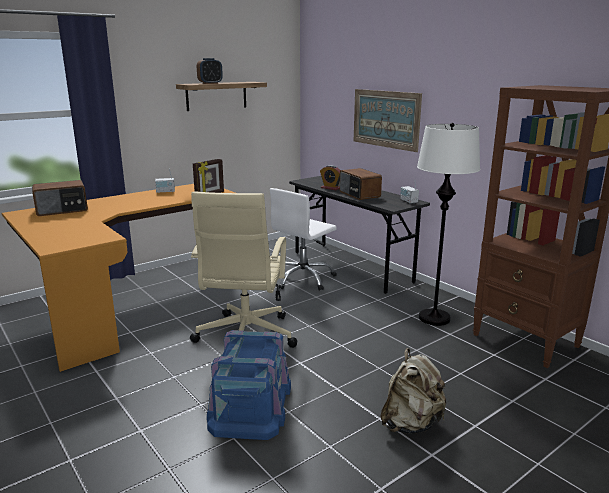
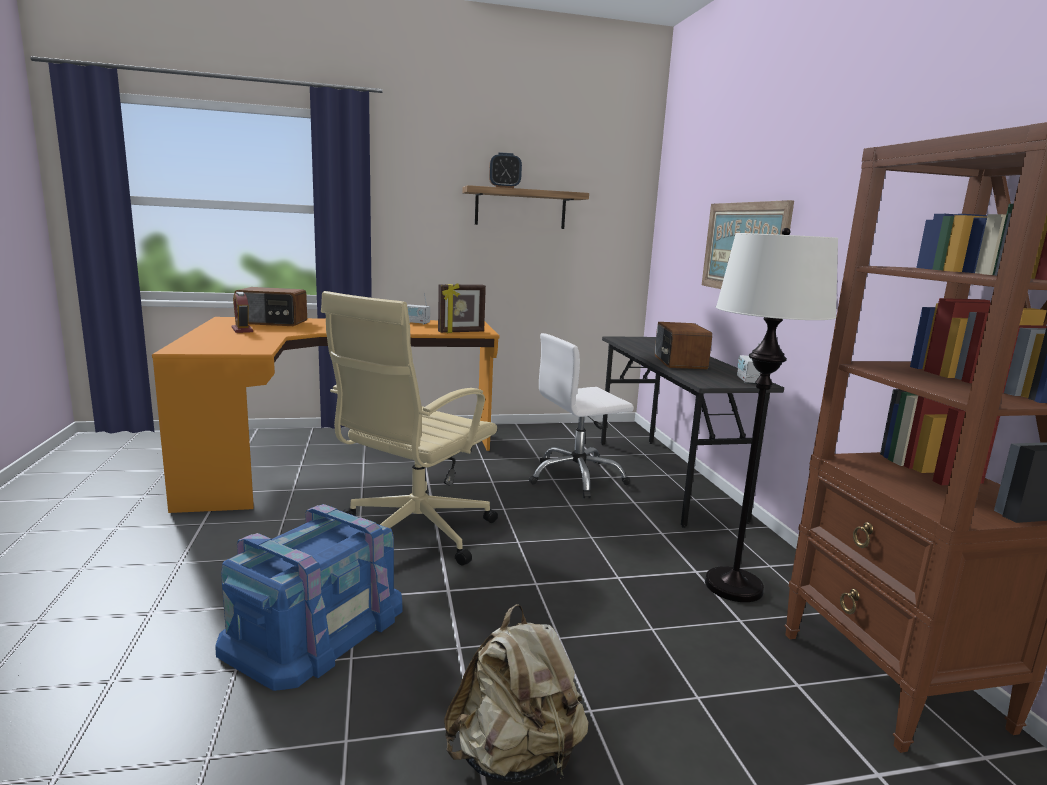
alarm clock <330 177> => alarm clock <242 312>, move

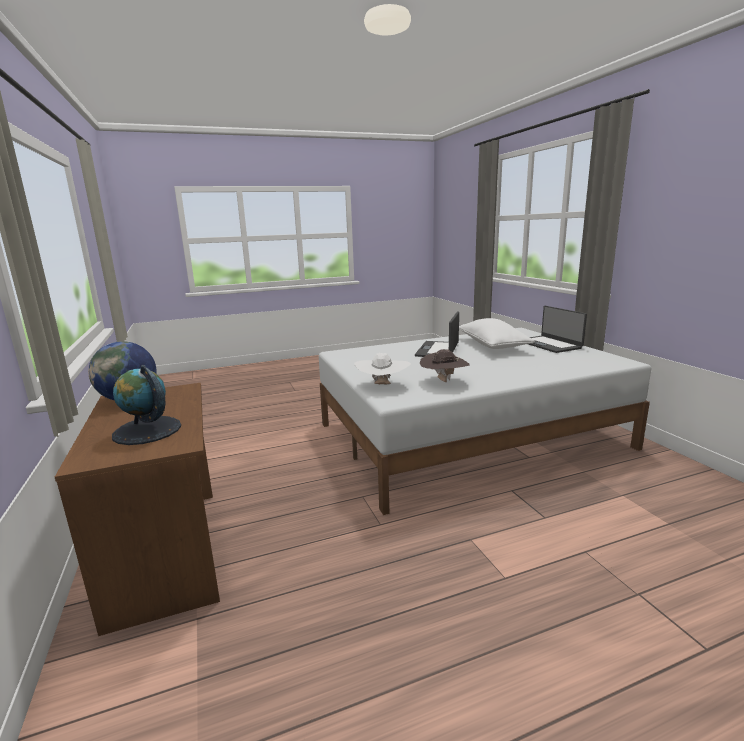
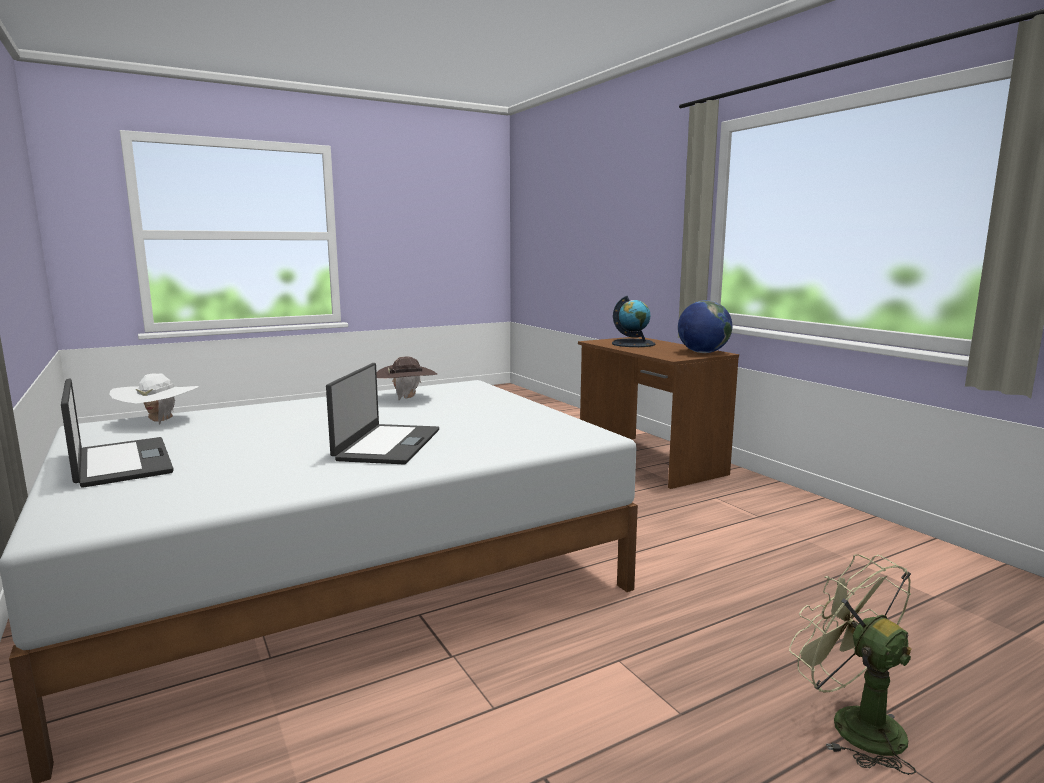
hat (white) <382 369> => hat (white) <154 399>, move
nothing => fan (green) <852 664>
pillow (white) <497 333> => nothing

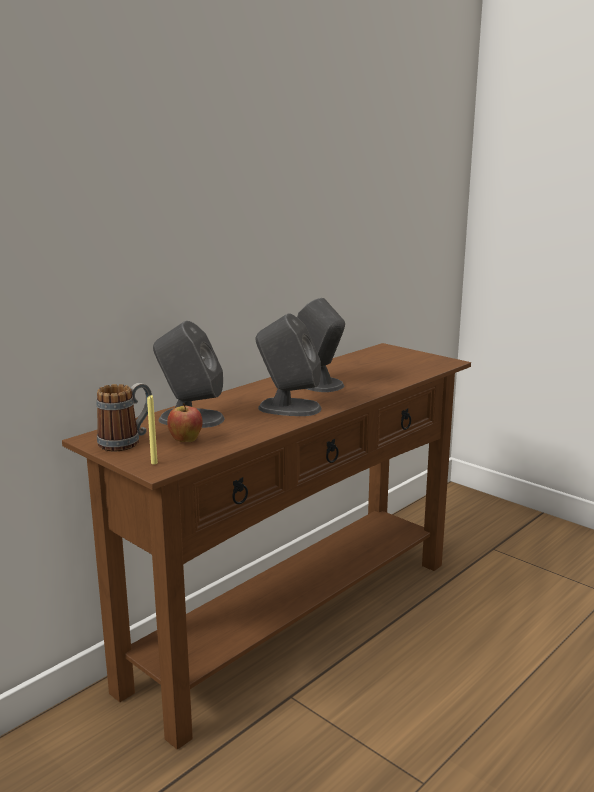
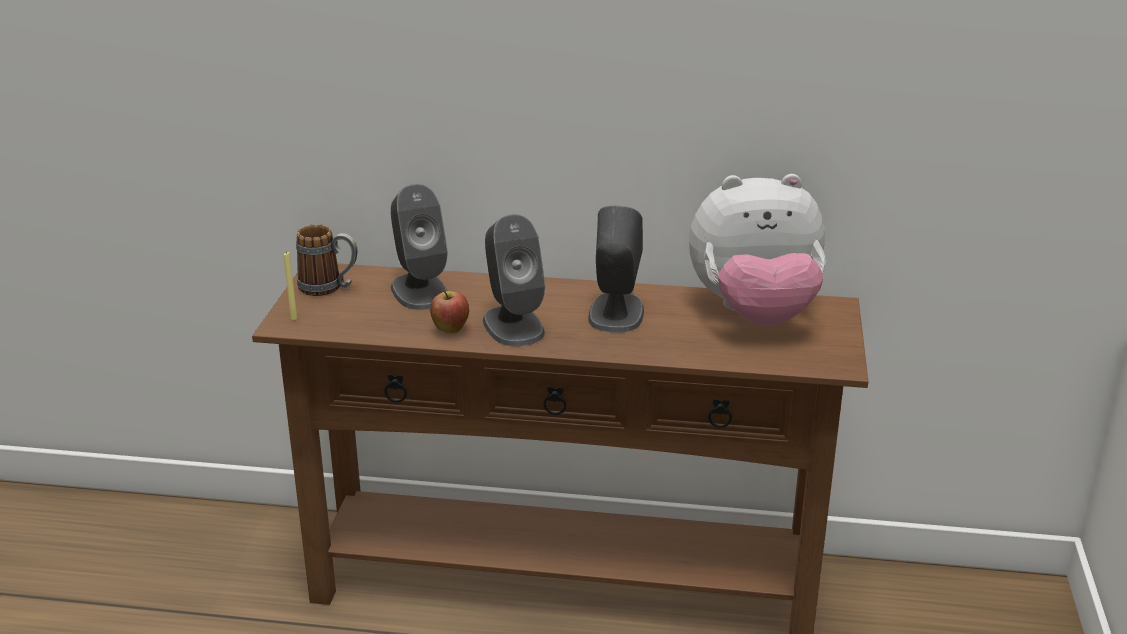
apple <184 422> => apple <449 312>, move
nothing => plush toy <757 250>

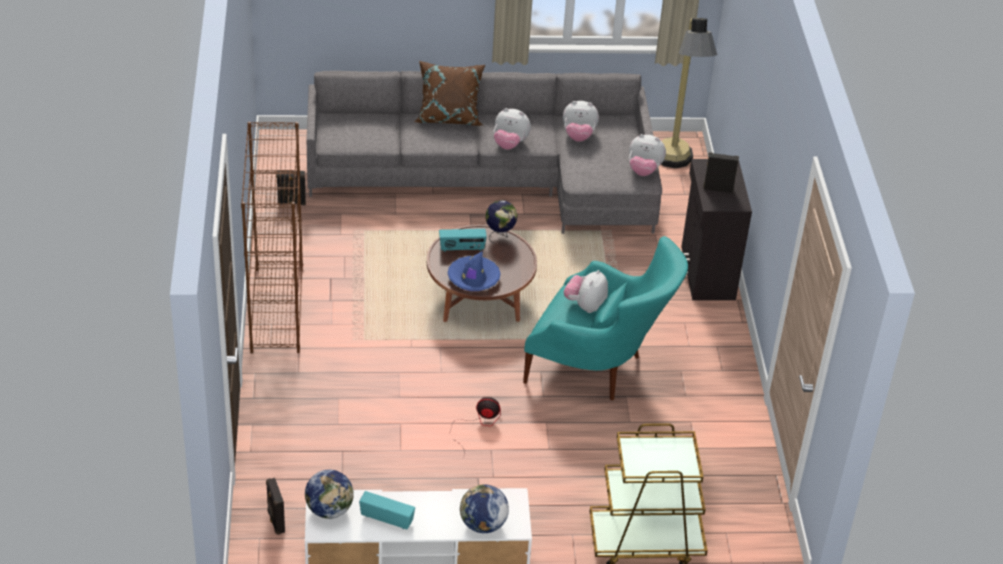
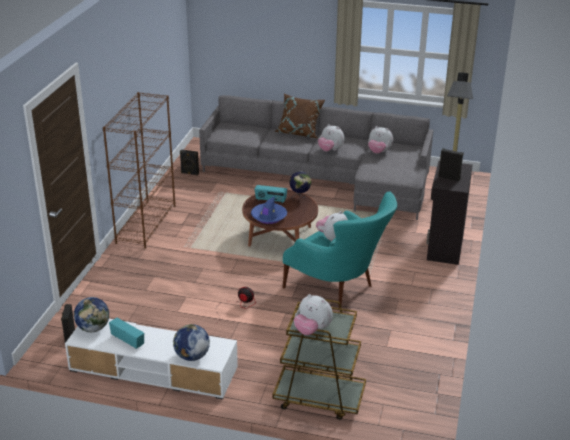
plush toy <647 155> => plush toy <313 314>, move

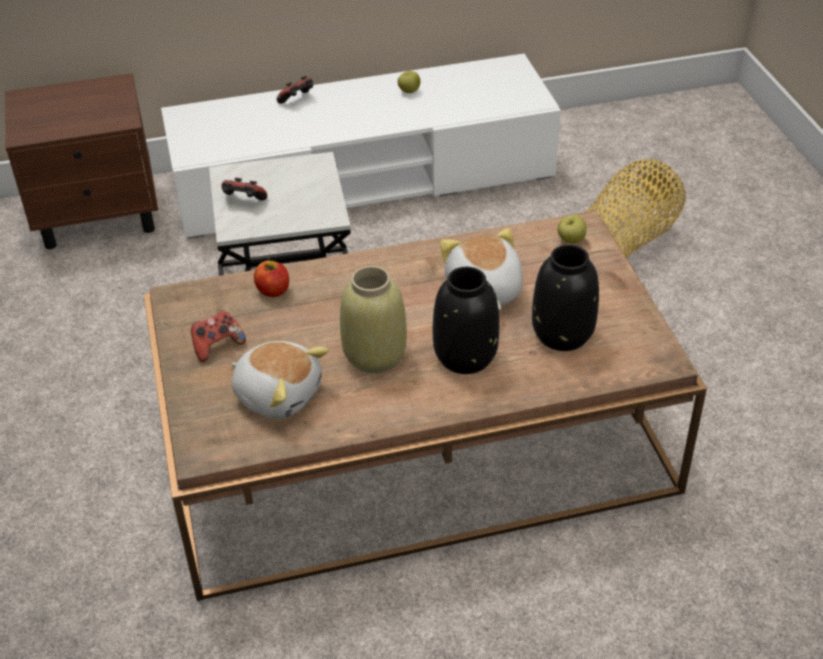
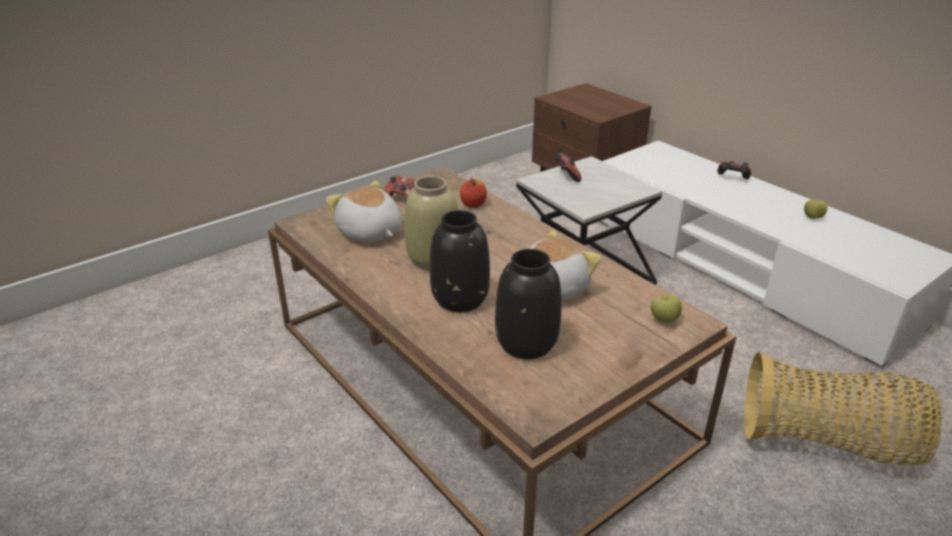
plush toy <280 380> => plush toy <364 211>, 135 degrees clockwise

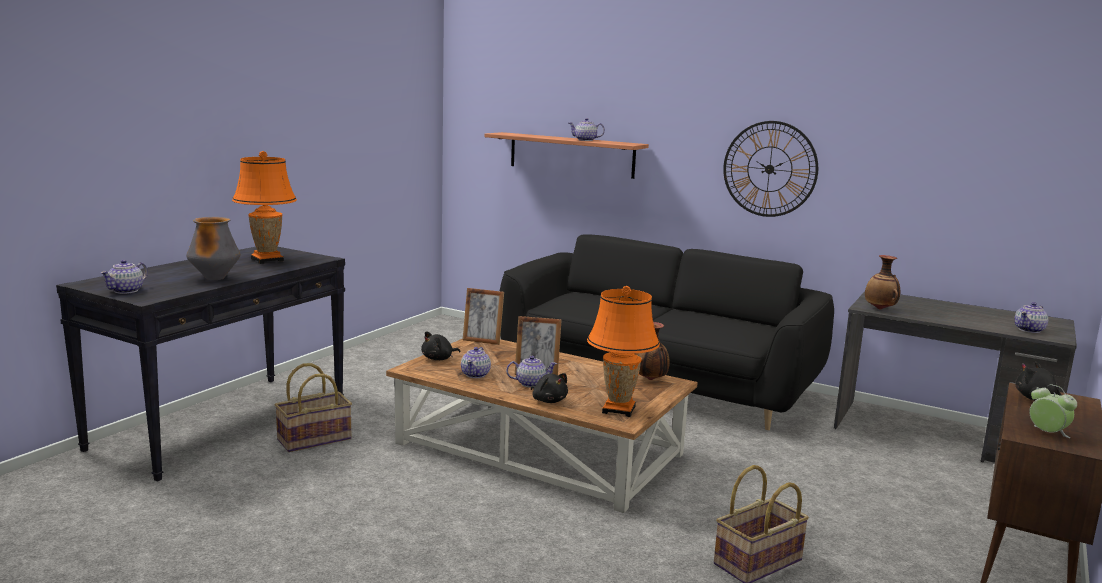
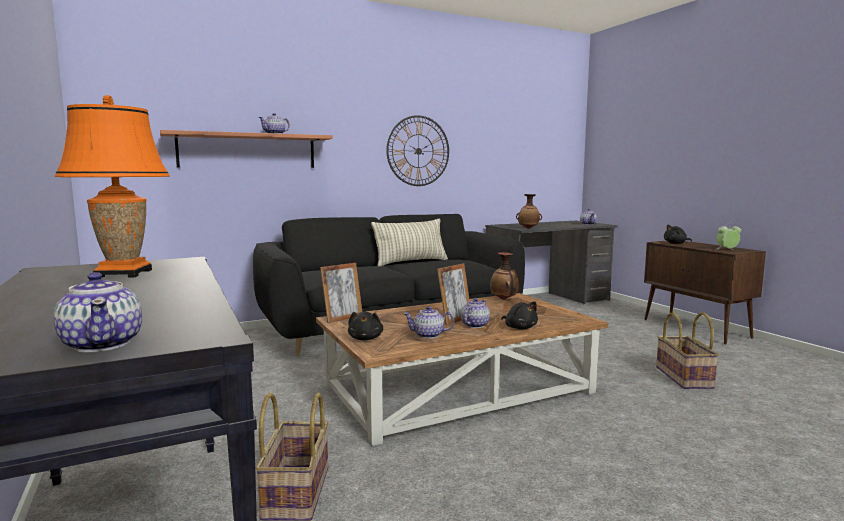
nothing => pillow <409 243>
teapot <476 362> => teapot <428 322>, 135 degrees clockwise
plush toy (black) <549 388> => plush toy (black) <519 315>, 60 degrees clockwise
vase <213 248> => nothing
table lamp (orange) <623 351> => nothing

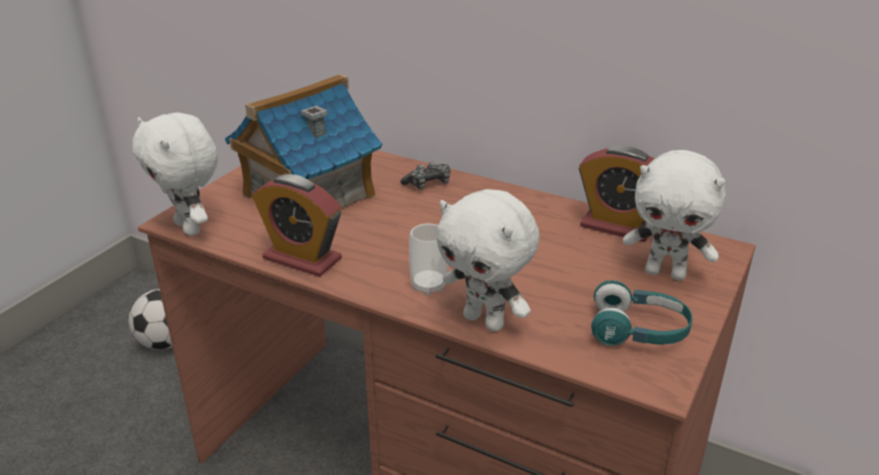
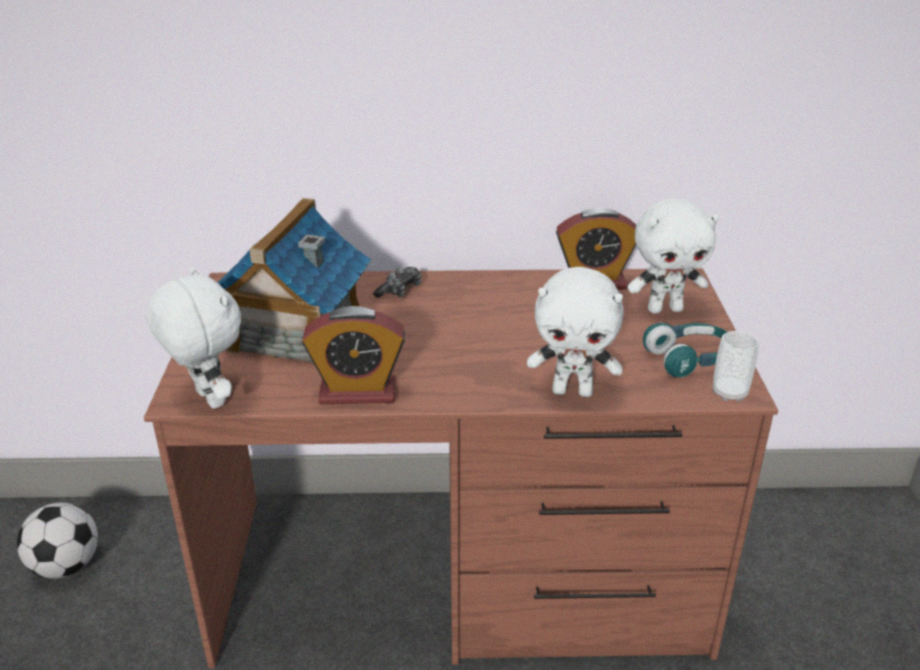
plush toy (white) <175 174> => plush toy (white) <193 338>, 150 degrees counterclockwise
cup <428 259> => cup <736 366>, move

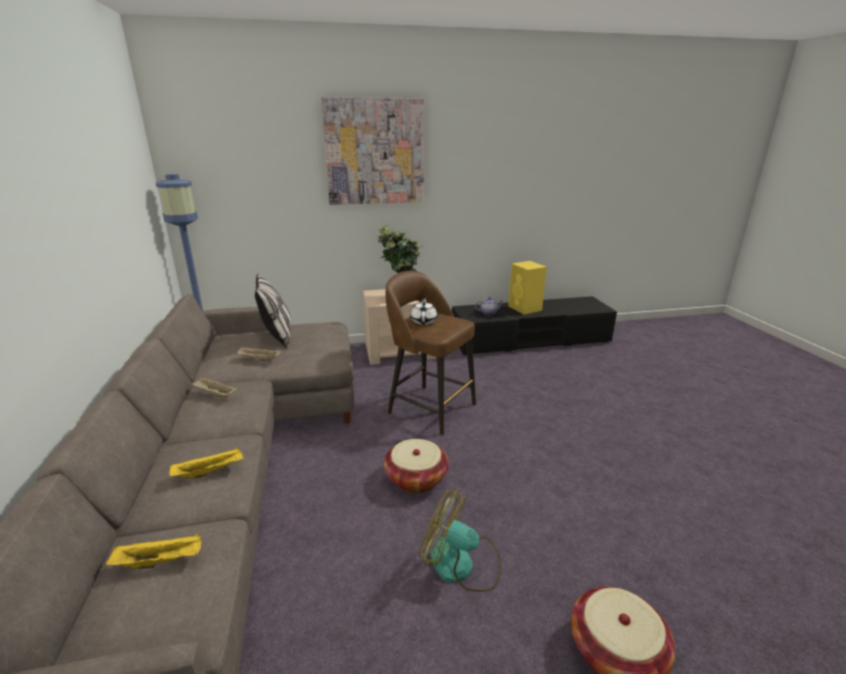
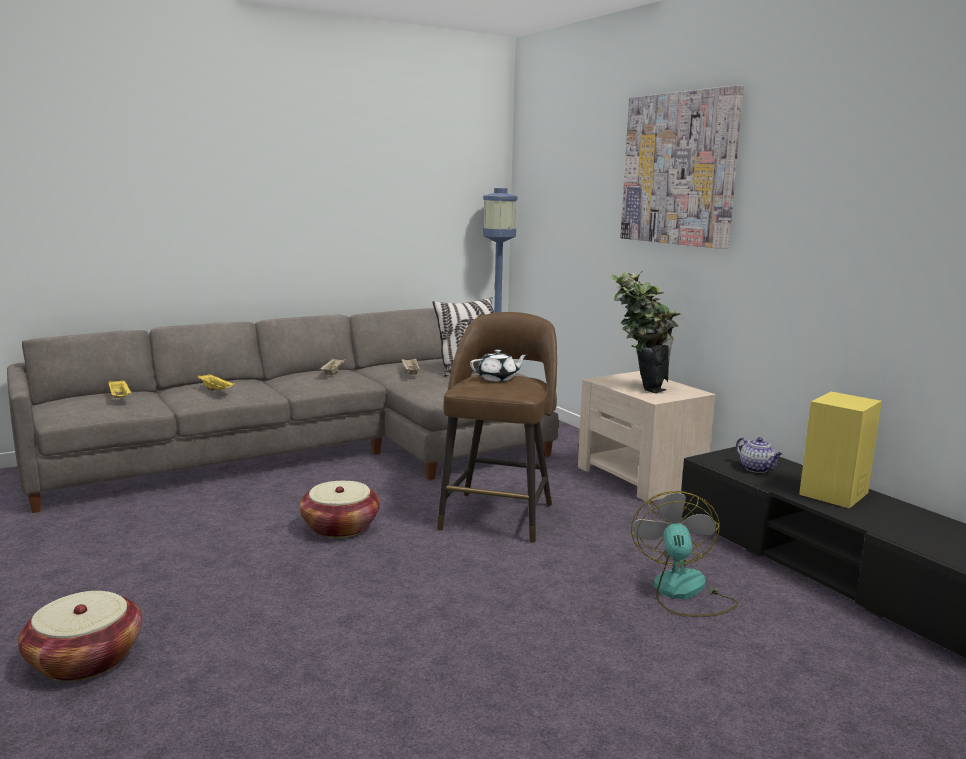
fan <460 540> => fan <684 554>, move

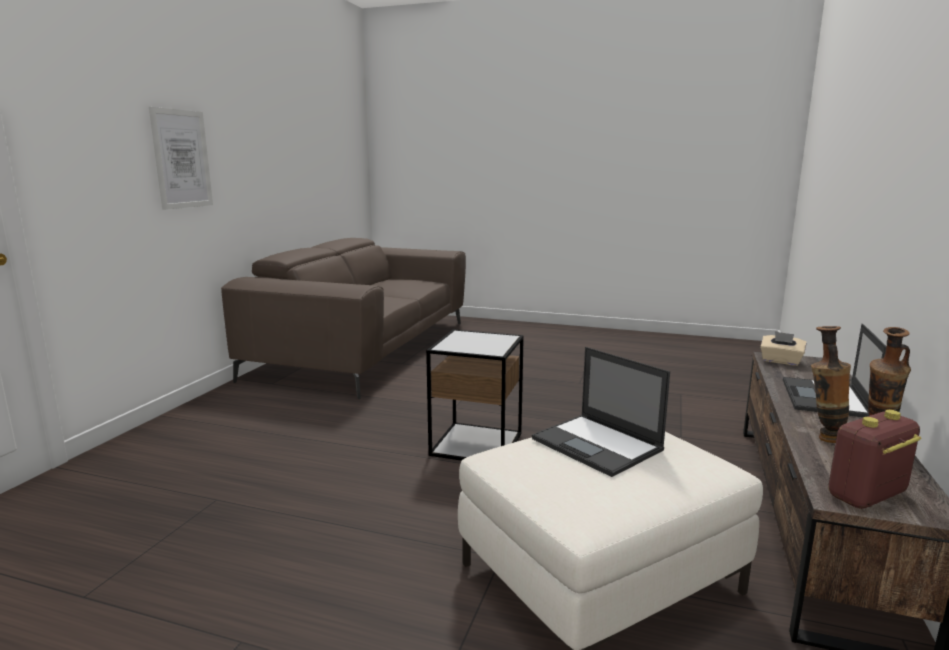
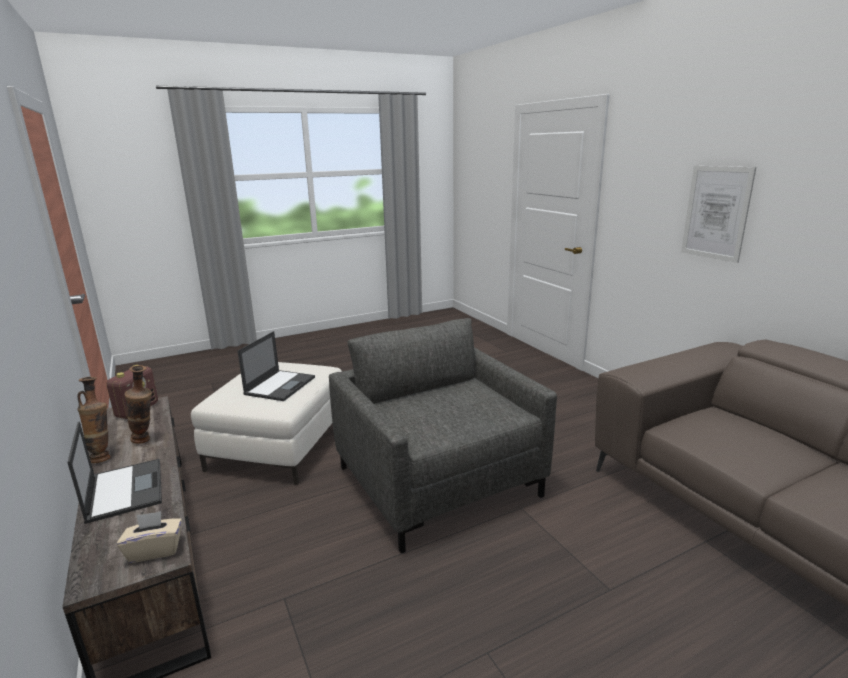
laptop <601 412> => laptop <276 366>, 105 degrees clockwise
side table <475 395> => armchair (grey) <443 435>

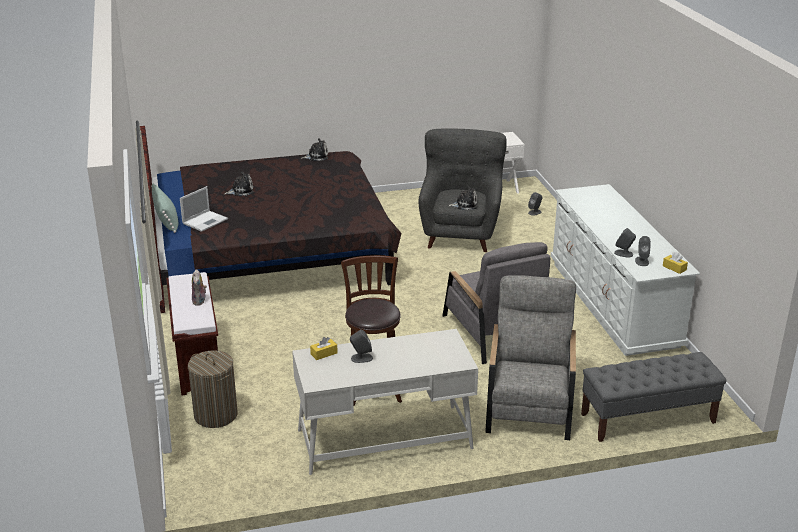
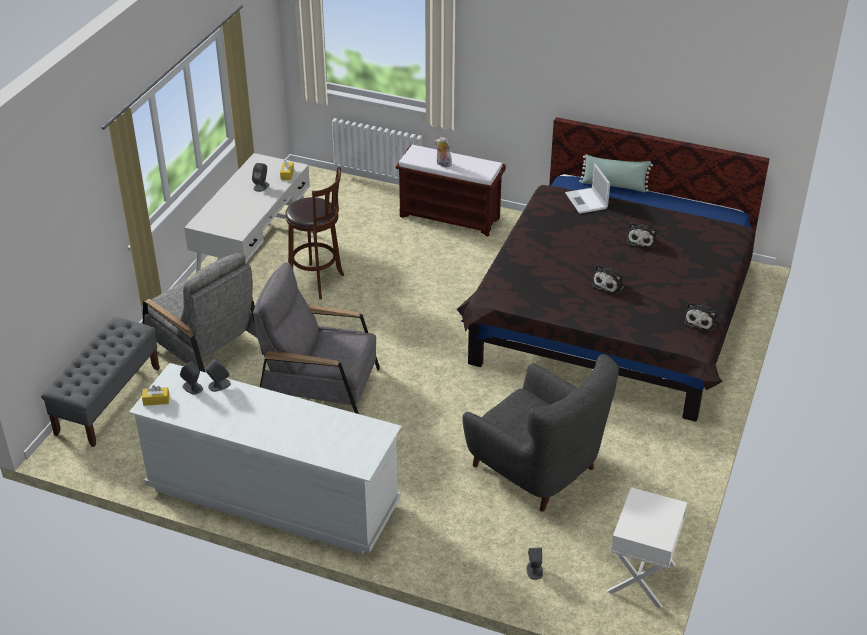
plush toy <462 198> => plush toy <608 279>, move
laundry basket <213 389> => nothing

